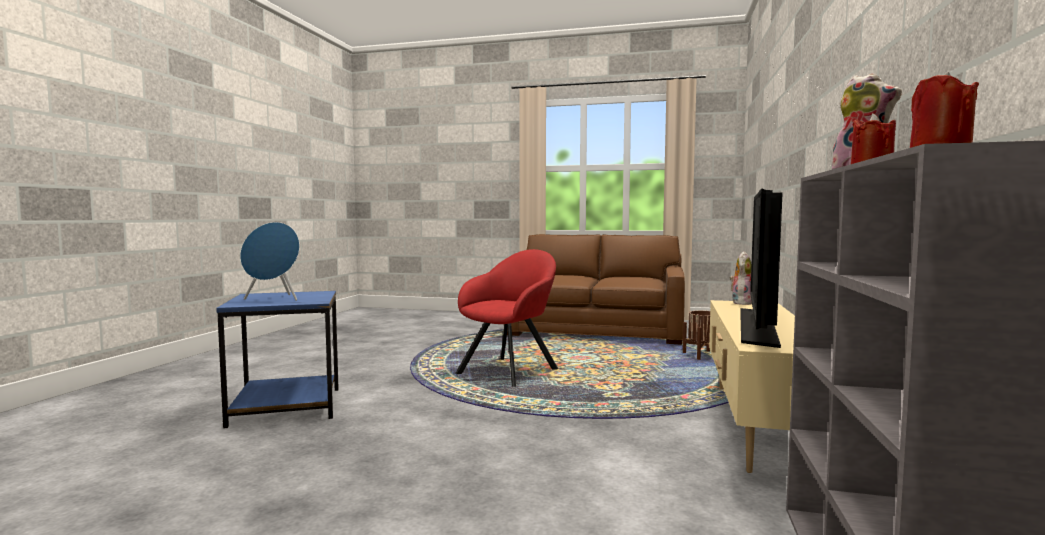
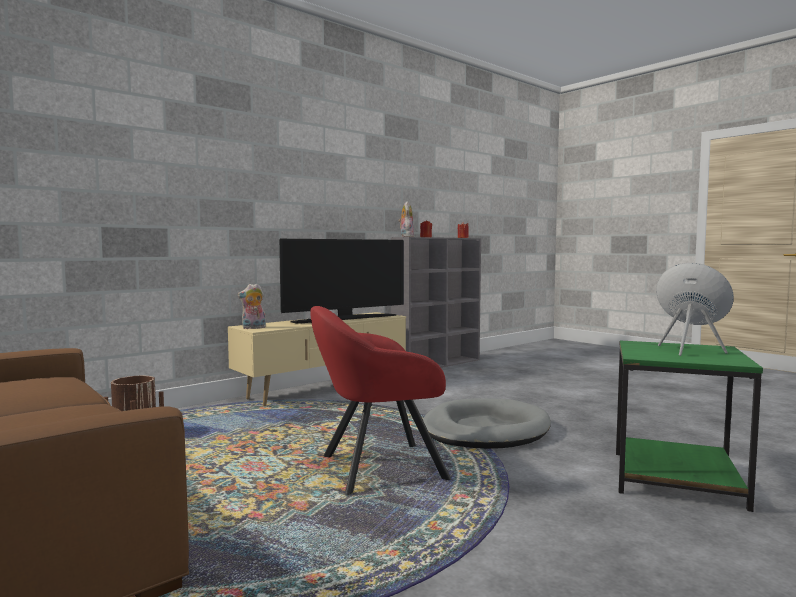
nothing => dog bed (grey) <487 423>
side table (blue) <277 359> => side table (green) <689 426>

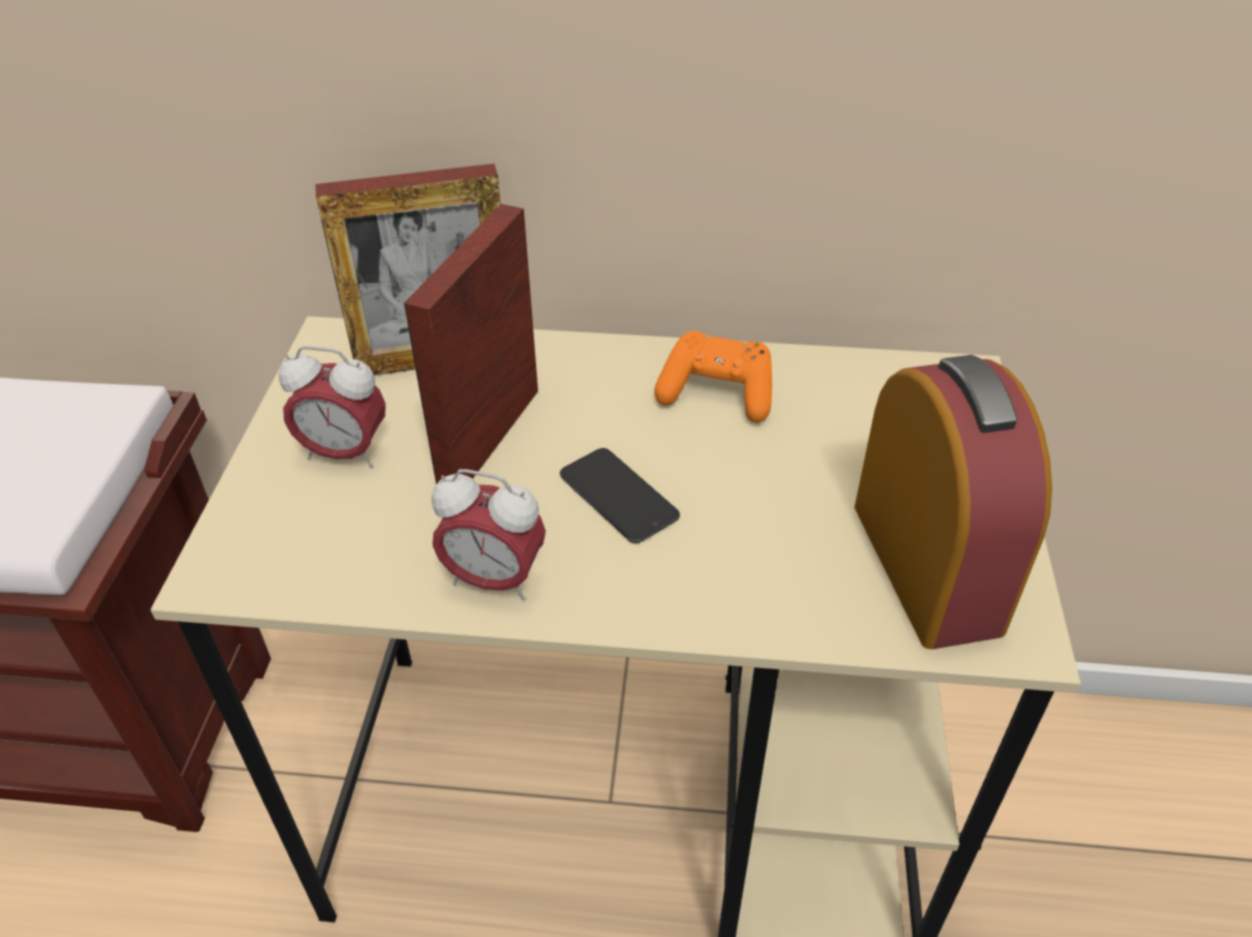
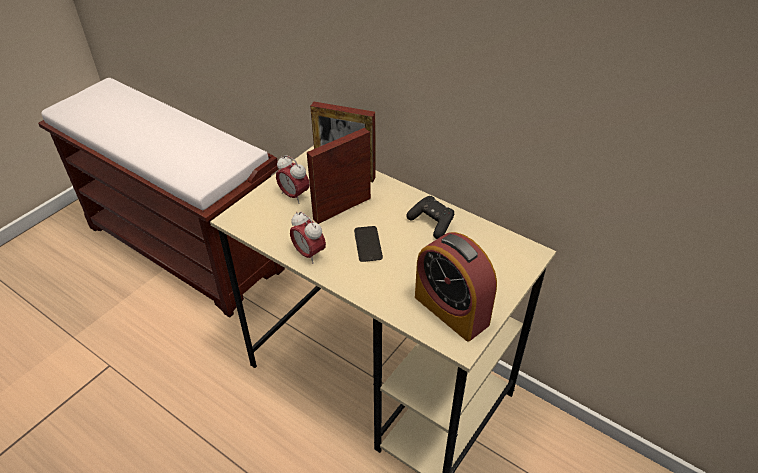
game controller (orange) <713 377> => game controller (black) <430 217>
alarm clock <953 502> => alarm clock <456 286>, 120 degrees clockwise

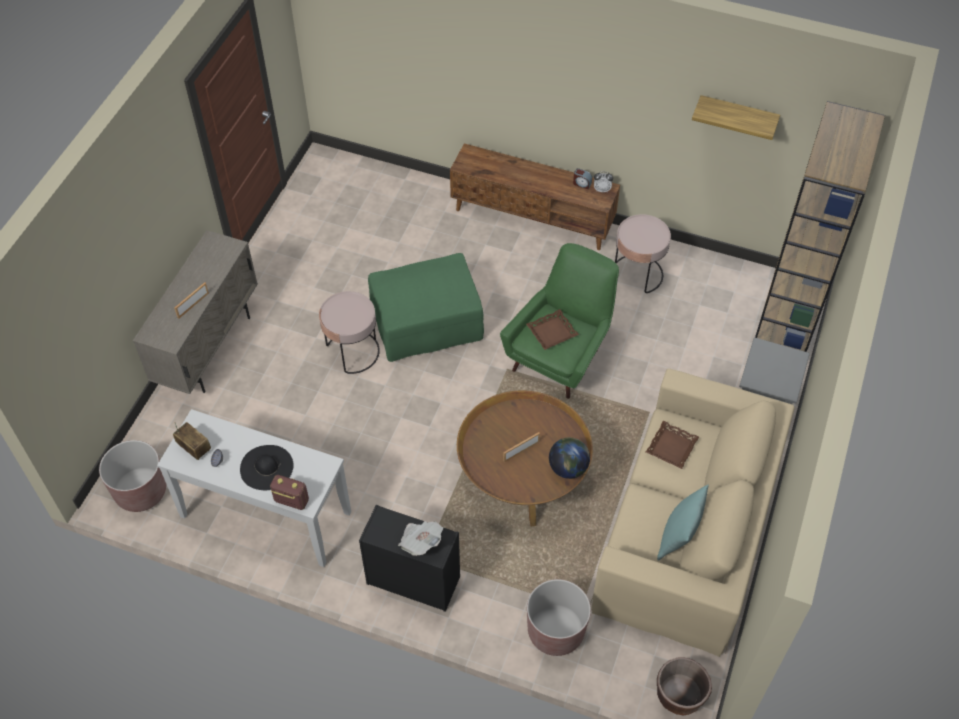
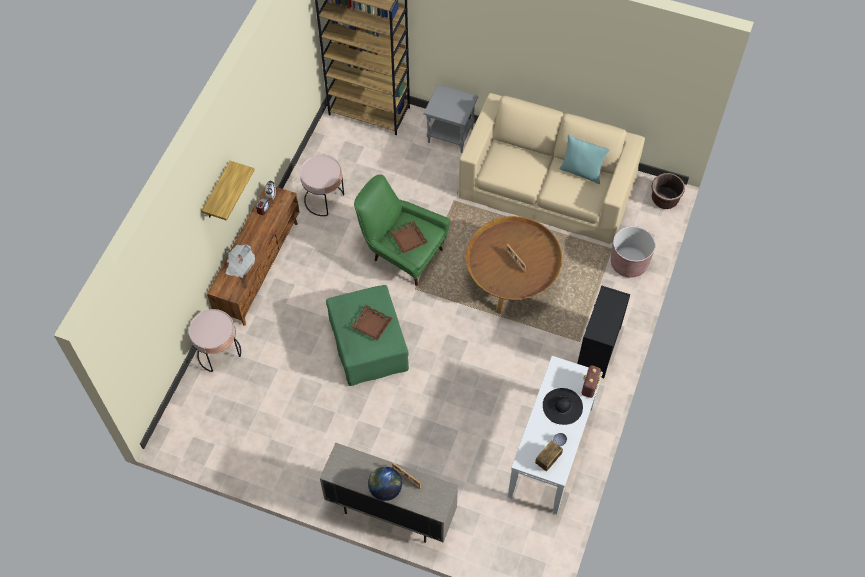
side table (pink) <349 332> => side table (pink) <215 340>, move
shelf <736 117> => shelf <228 191>, move
newspaper <420 538> => newspaper <240 261>, move
tray (brown) <672 445> => tray (brown) <372 323>, move
globe <569 458> => globe <385 483>, move
planter (brown) <132 476> => nothing

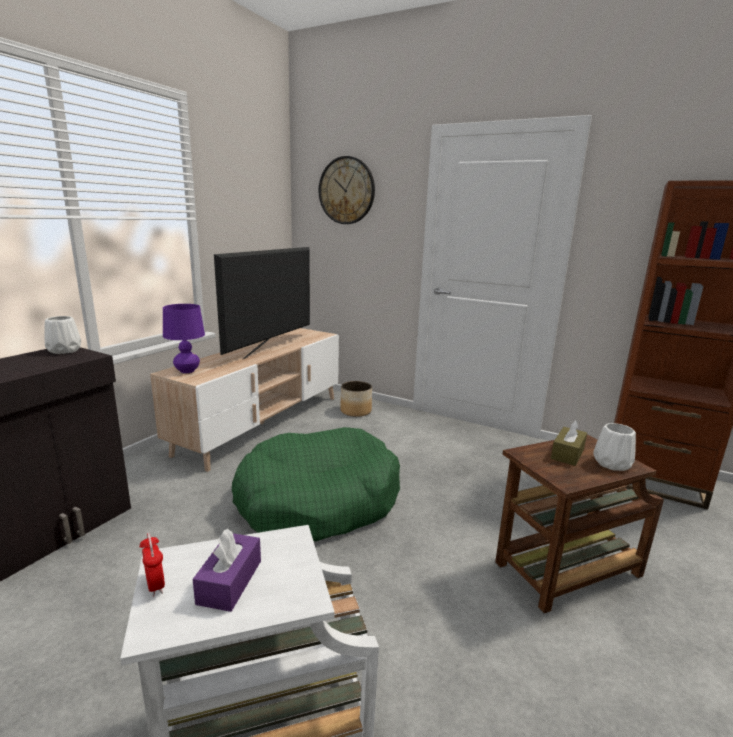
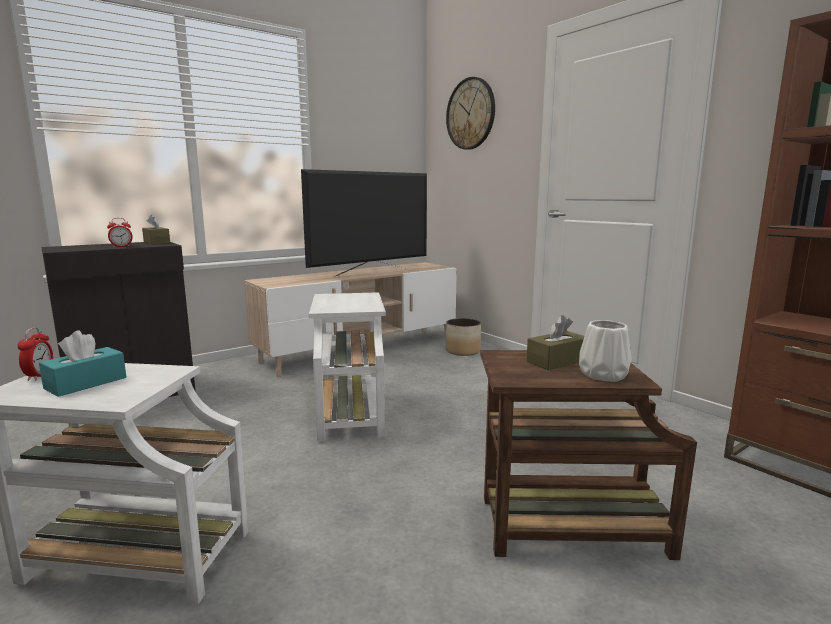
tissue box (purple) <227 570> => tissue box (turquoise) <82 363>
nothing => alarm clock <120 233>
vase (white) <62 335> => tissue box (brown) <156 229>
dog bed (green) <316 484> => side table (white) <347 367>
table lamp (purple) <184 338> => nothing

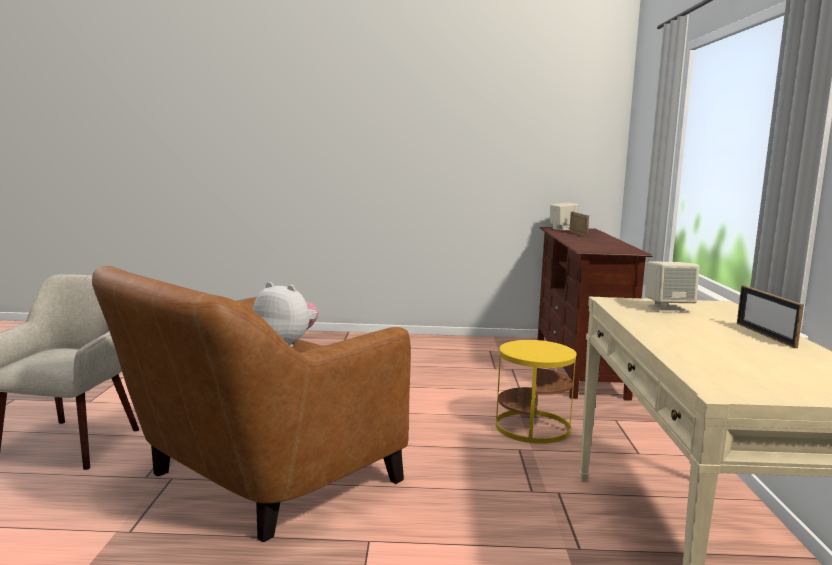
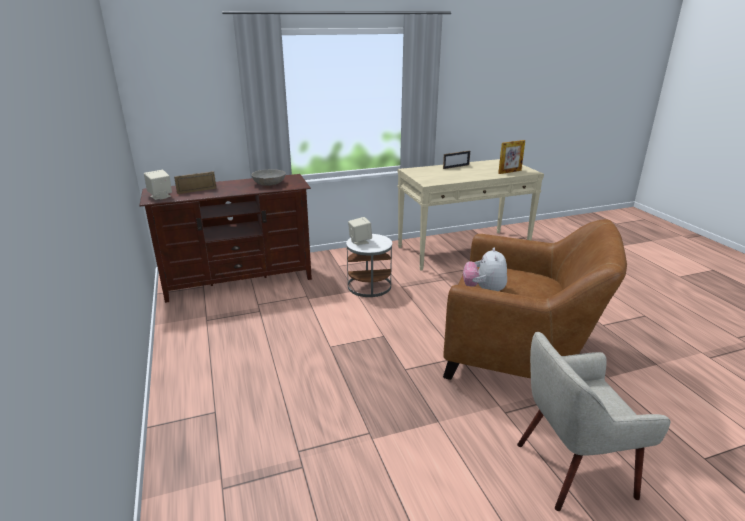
nothing => bowl (grey) <269 177>
side table (yellow) <536 392> => side table (white) <369 265>
speaker (beige) <672 287> => speaker (beige) <360 231>, move
nothing => picture frame <511 157>

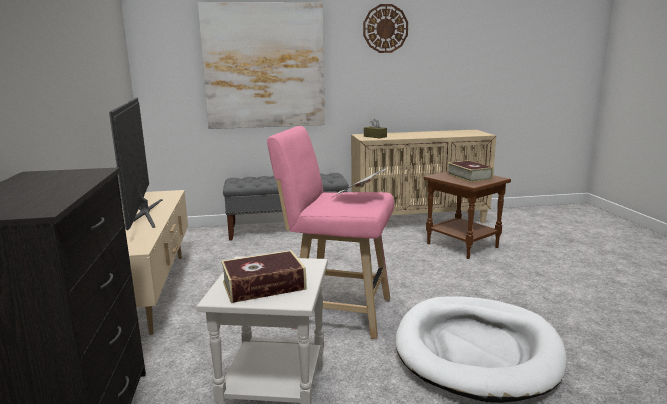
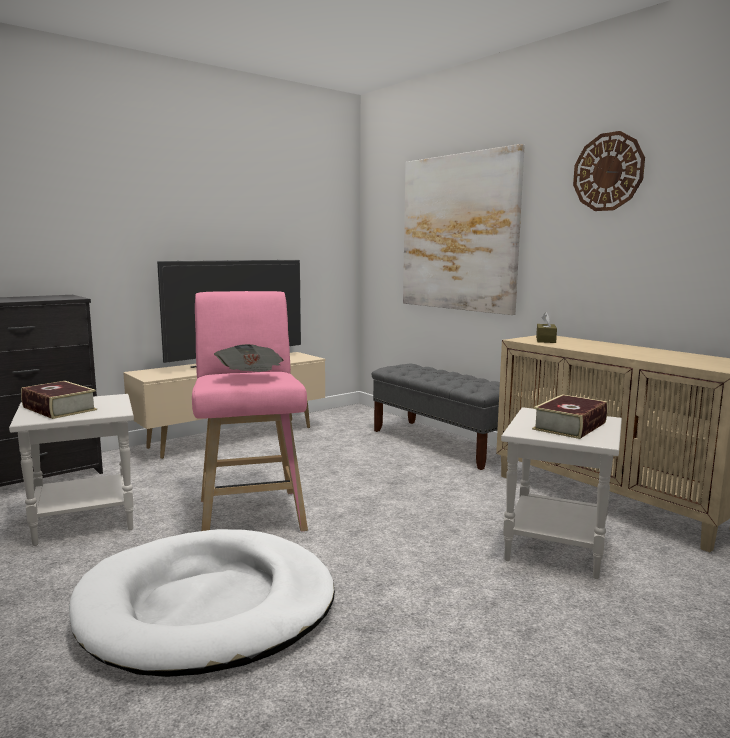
side table (brown) <467 215> => side table (white) <561 493>

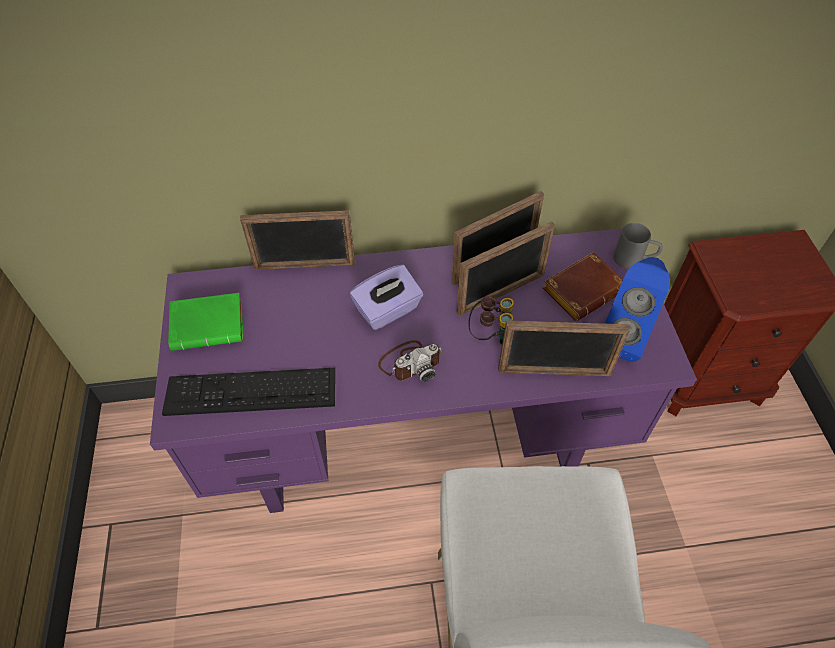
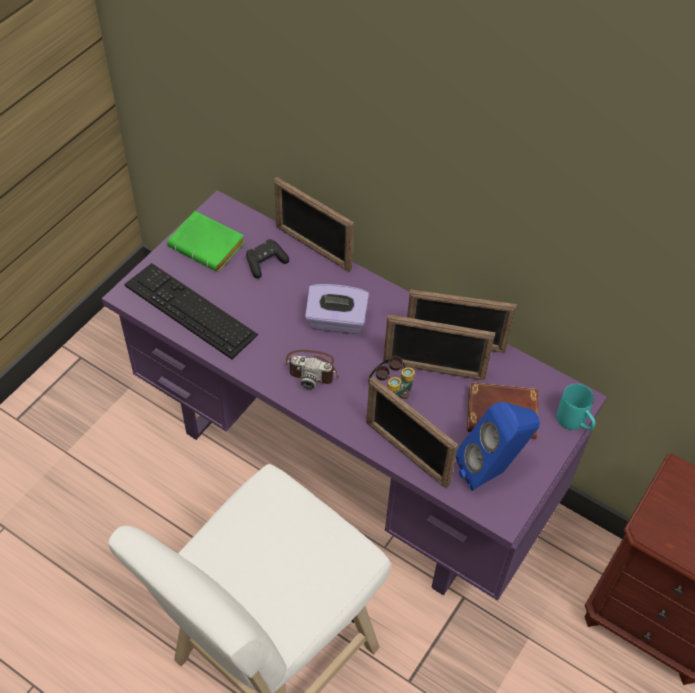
nothing => game controller (black) <267 259>
mug (grey) <638 246> => mug (turquoise) <575 407>

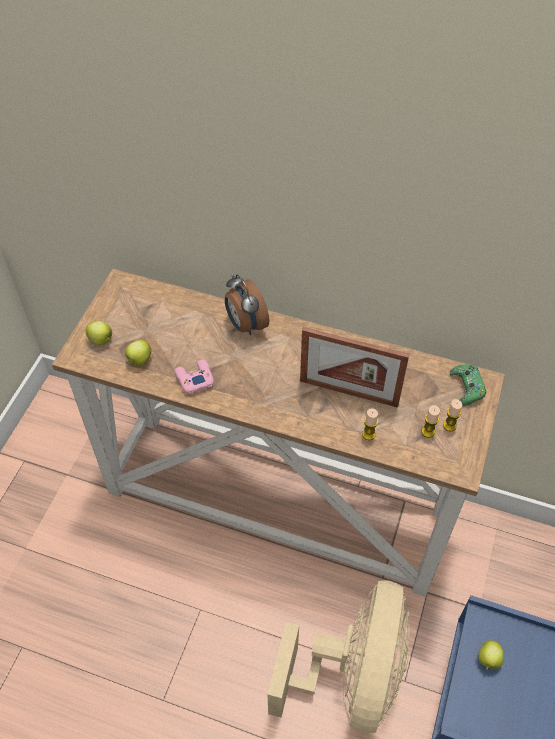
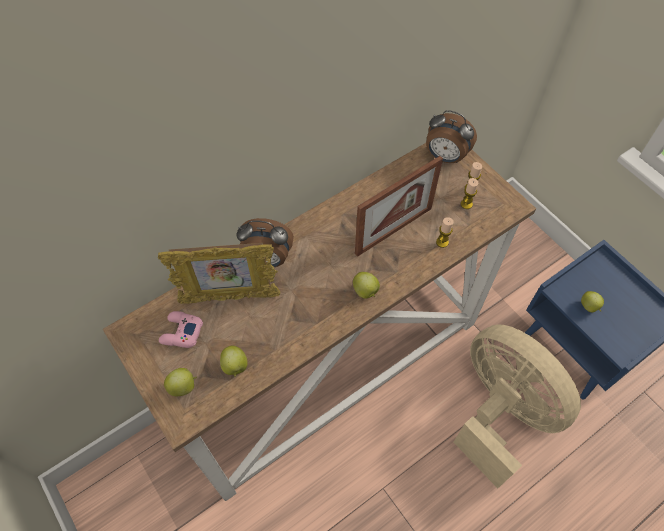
nothing => picture frame <219 273>
game controller (pink) <194 376> => game controller (pink) <181 329>, move
nothing => apple <366 285>
game controller (green) <467 385> => alarm clock <451 136>

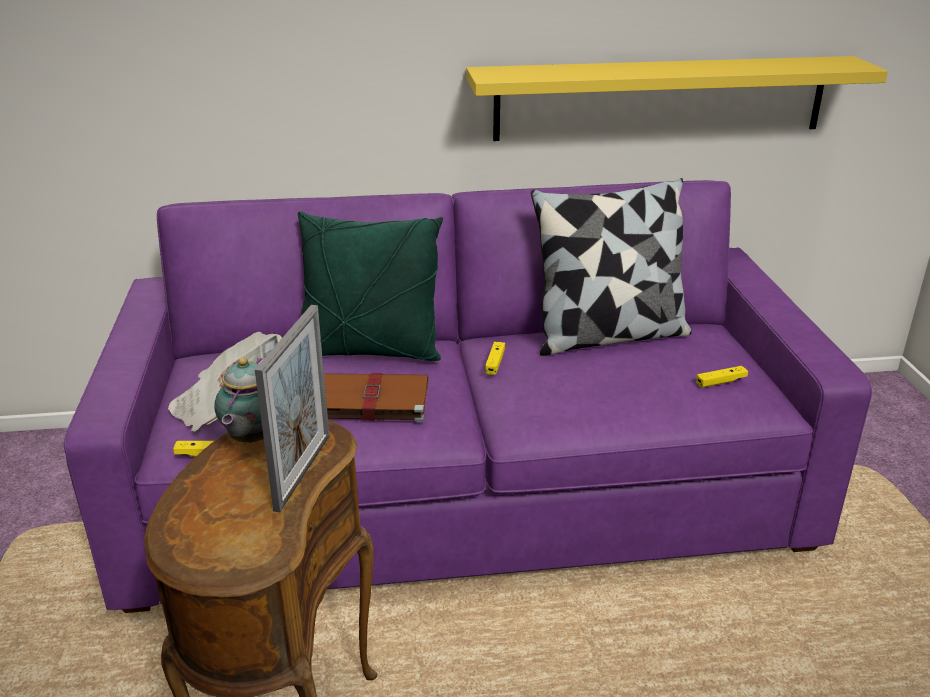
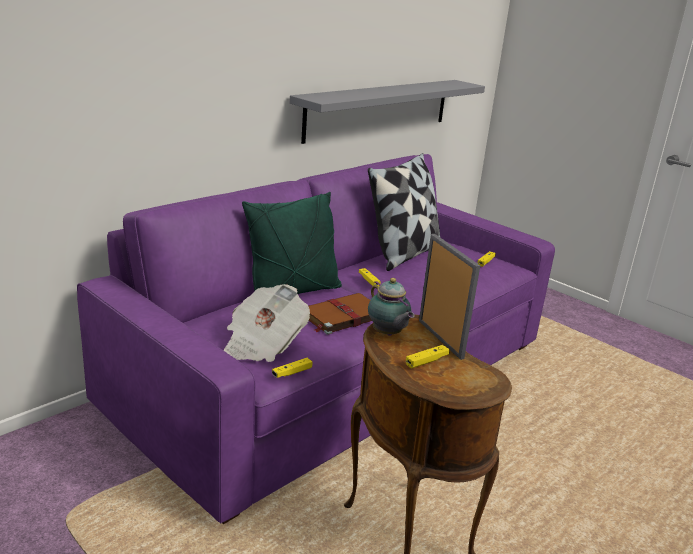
shelf (yellow) <677 98> => shelf (grey) <387 112>
nothing => game controller (yellow) <428 356>

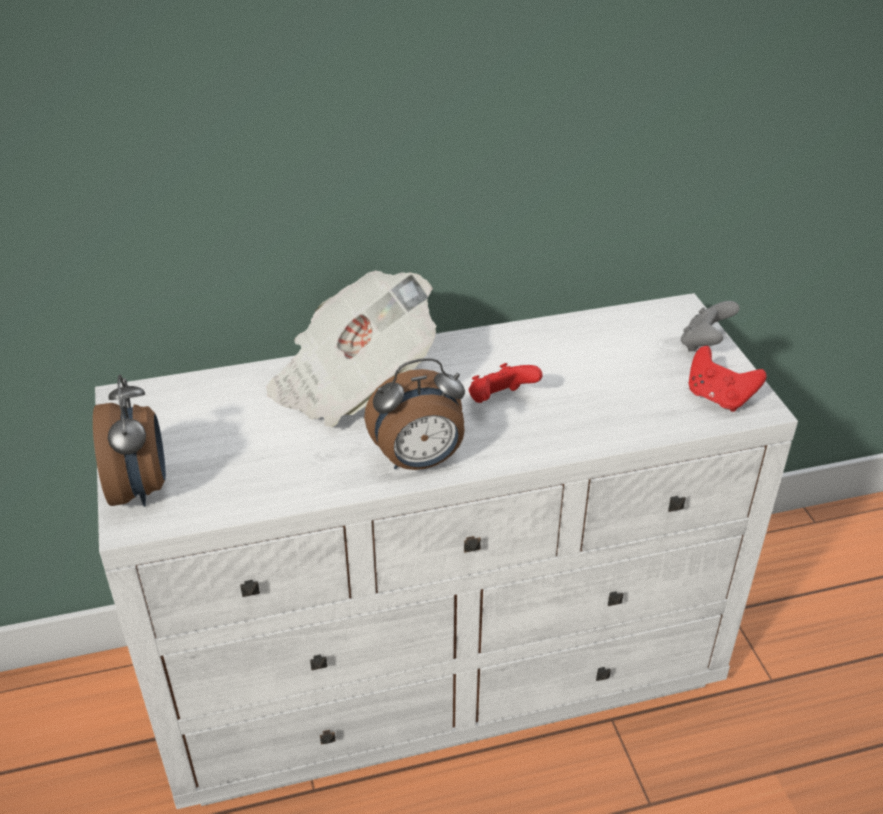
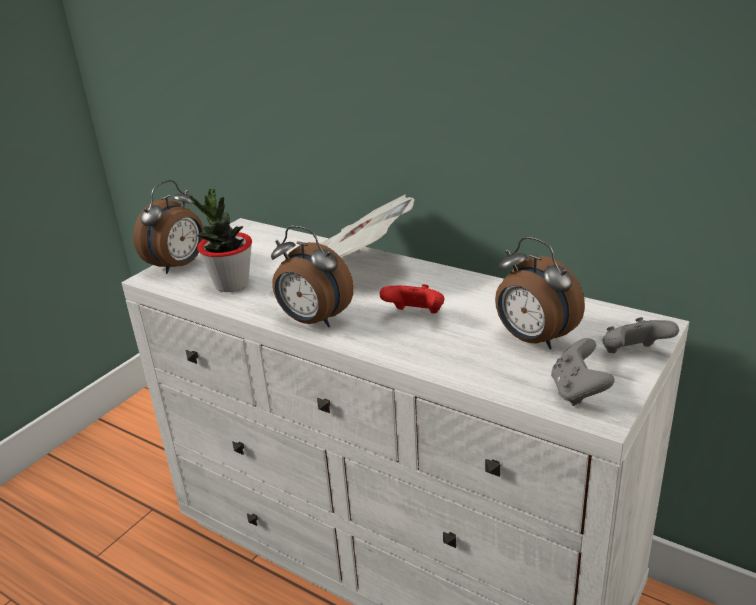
nothing => potted plant <220 240>
nothing => alarm clock <540 293>
game controller (red) <728 379> => game controller (grey) <582 372>

